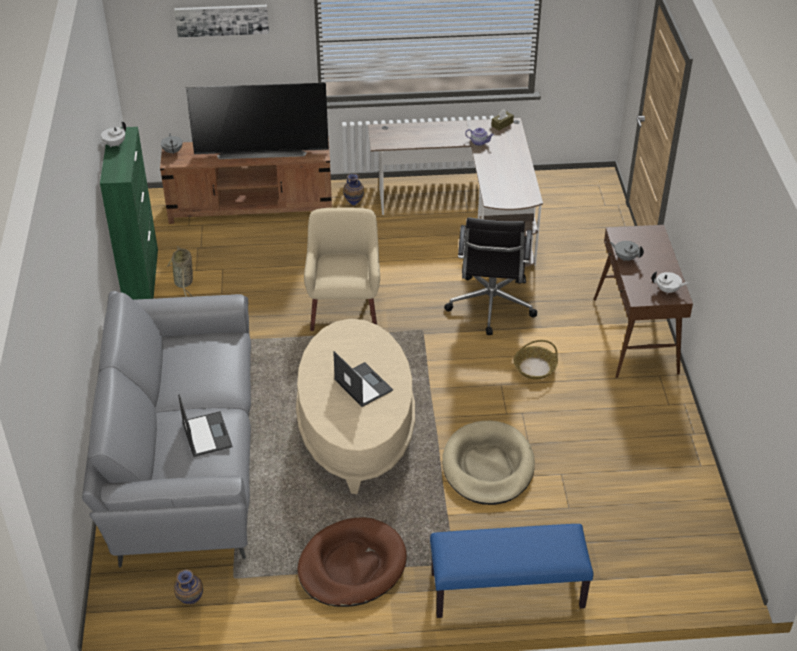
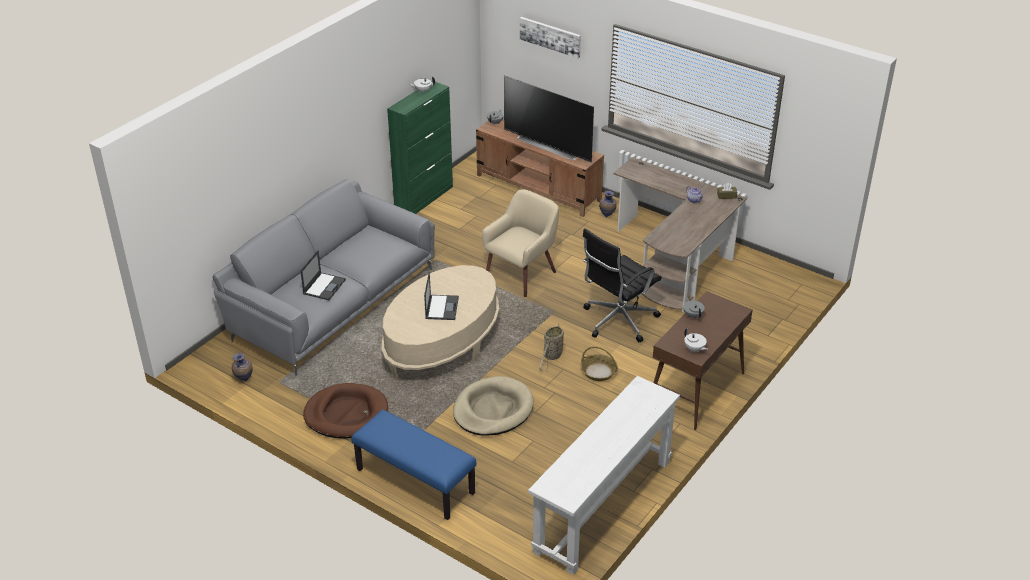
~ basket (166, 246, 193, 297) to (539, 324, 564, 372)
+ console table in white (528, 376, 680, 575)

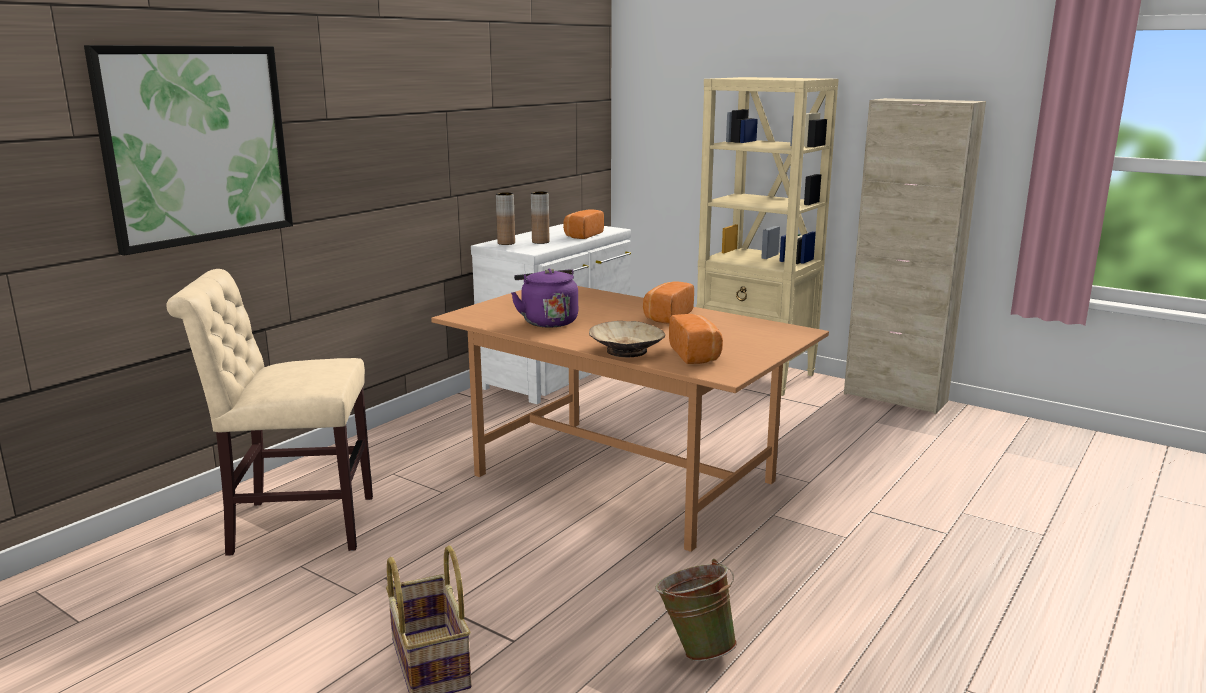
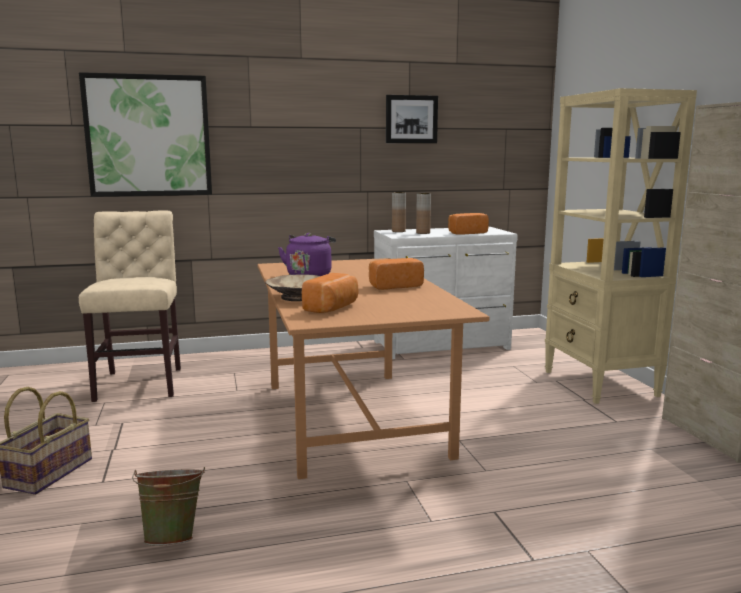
~ chair in beige (167, 269, 373, 556) = (79, 211, 181, 402) 45 degrees clockwise
+ picture (386, 95, 438, 143)

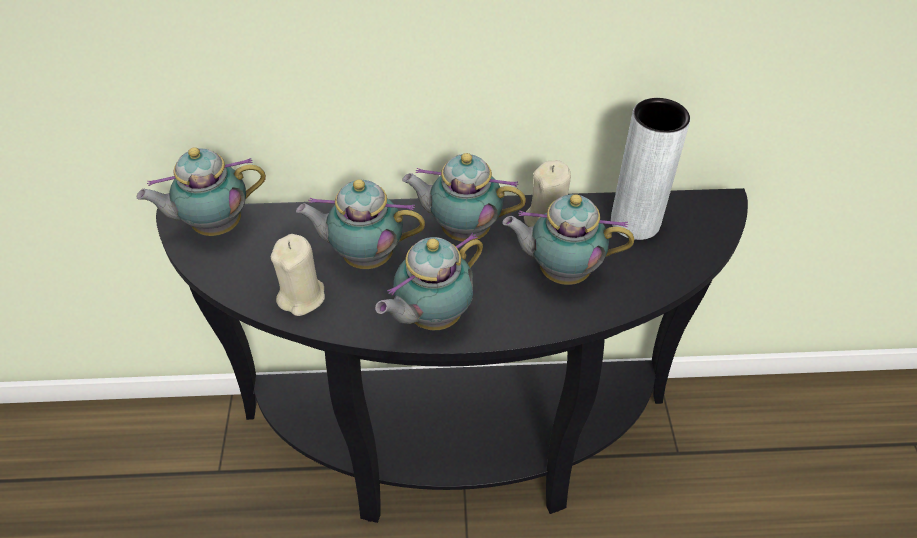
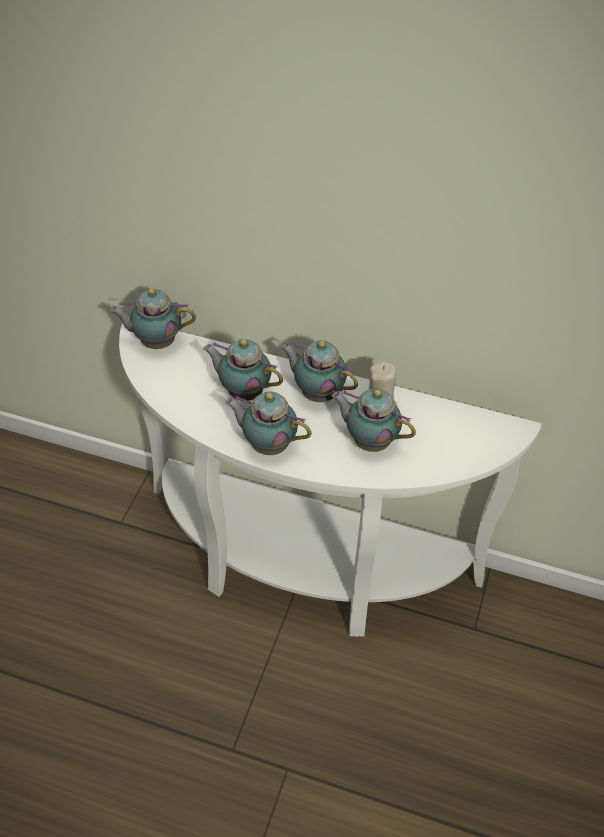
- vase in grey (611, 98, 690, 240)
~ console table in black (156, 188, 748, 523) to console table in white (119, 323, 542, 637)
~ teapot (375, 233, 483, 330) = (225, 392, 312, 455) 45 degrees clockwise
- candle in beige (271, 234, 325, 316)

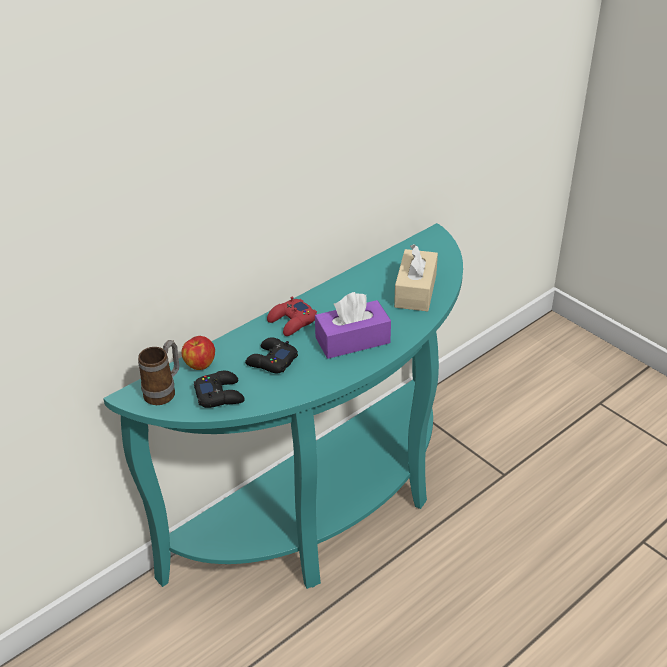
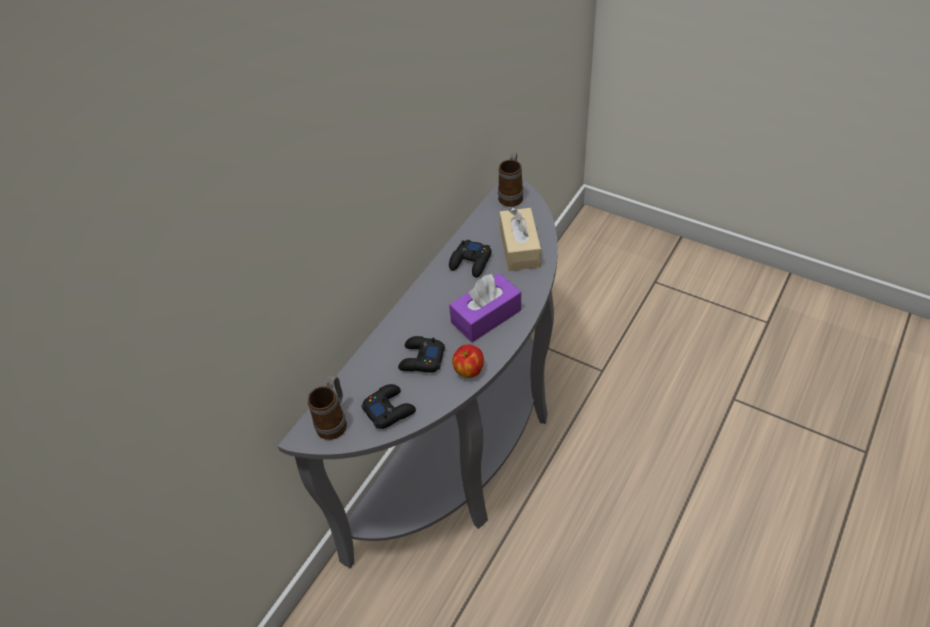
~ console table in turquoise (103, 223, 463, 589) to console table in grey (278, 179, 558, 568)
- game controller in red (267, 296, 317, 336)
~ apple (181, 336, 215, 370) to (452, 344, 484, 378)
+ mug (498, 152, 523, 207)
+ game controller in black (449, 239, 492, 278)

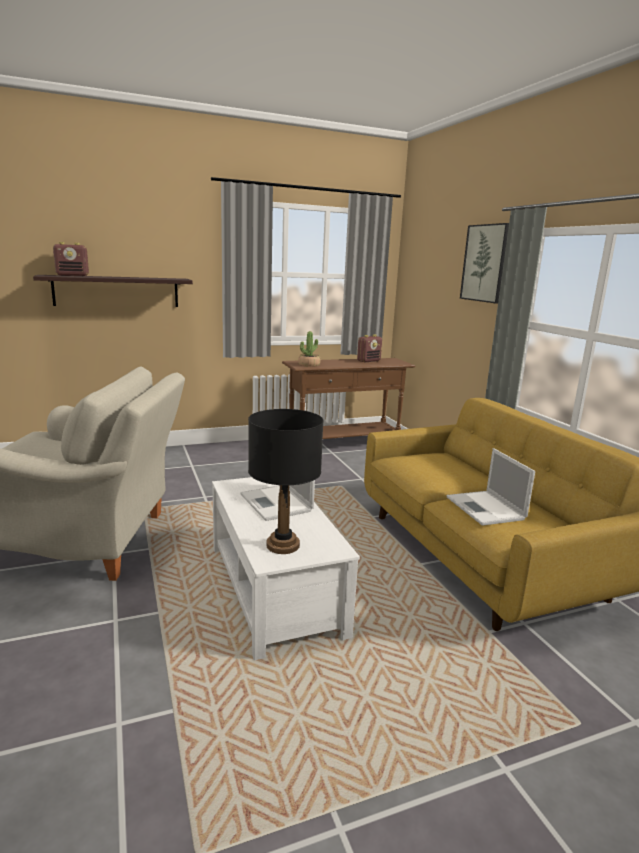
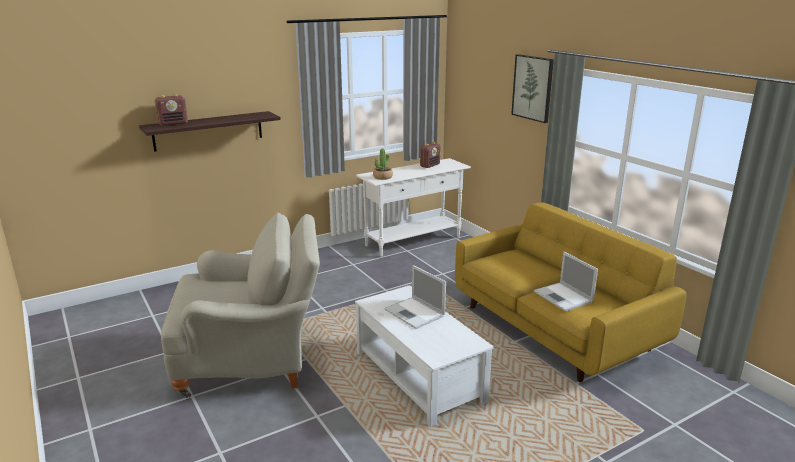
~ console table in brown (282, 358, 415, 439) to console table in white (356, 158, 471, 257)
- table lamp in black (248, 409, 324, 554)

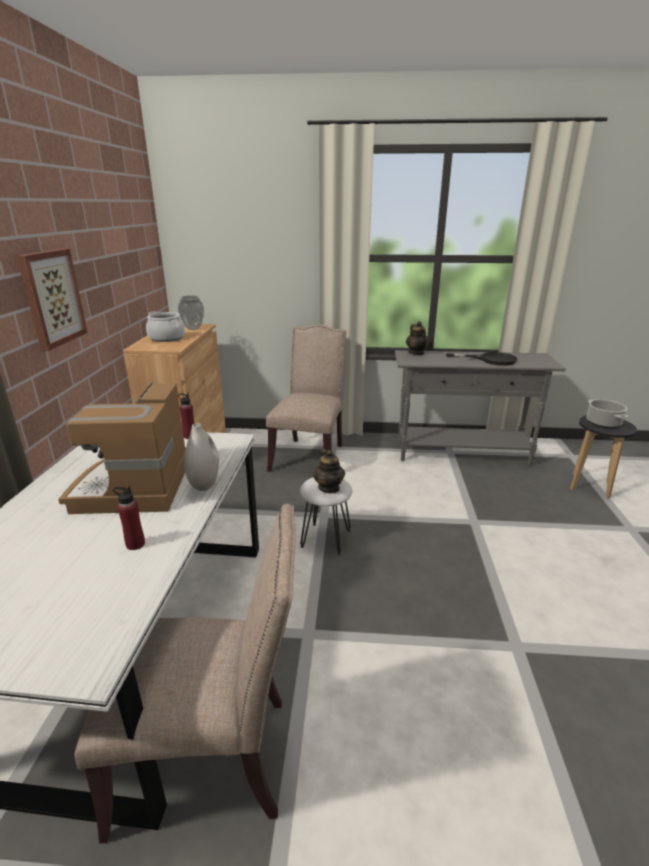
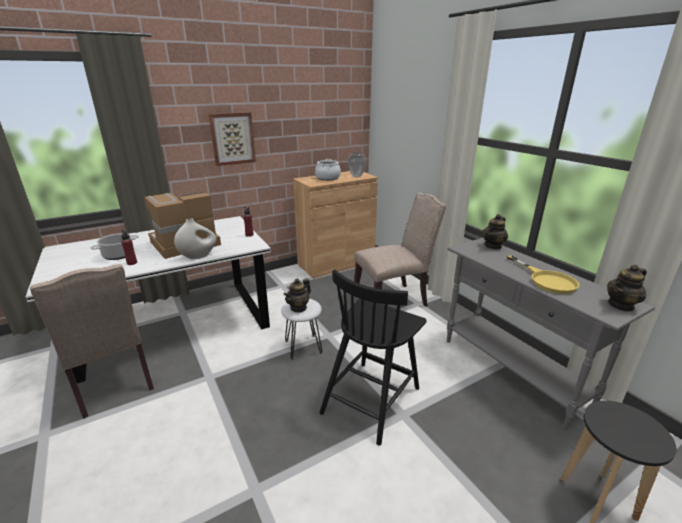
~ frying pan in black (446, 352, 518, 366) to frying pan in yellow (507, 255, 580, 294)
~ cooking pot (587, 399, 628, 428) to (91, 233, 139, 260)
+ teapot (607, 265, 647, 312)
+ chair in black (319, 270, 427, 445)

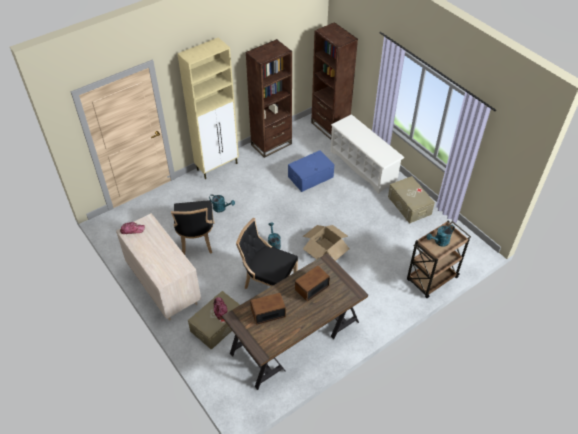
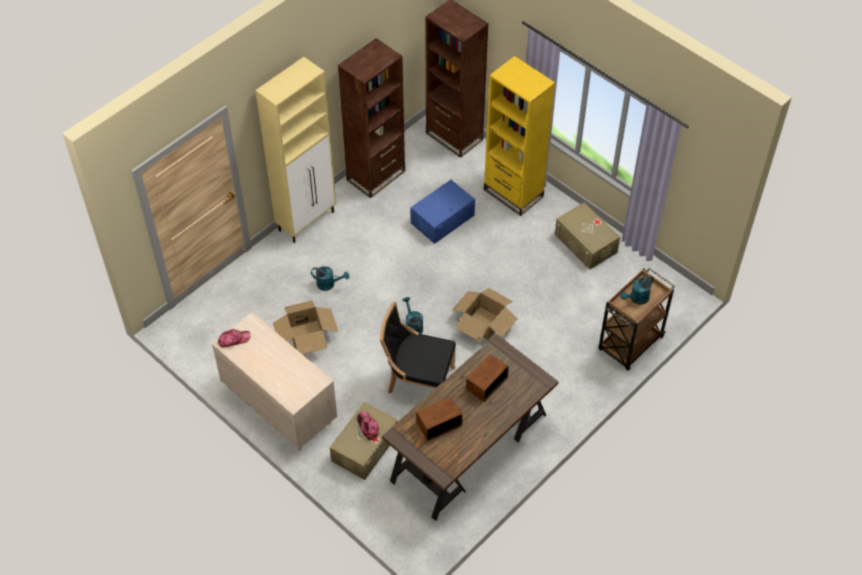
~ shoe rack in white (330, 114, 404, 194) to bookcase in yellow (484, 56, 555, 216)
~ chair in black (171, 200, 215, 255) to cardboard box (273, 301, 339, 354)

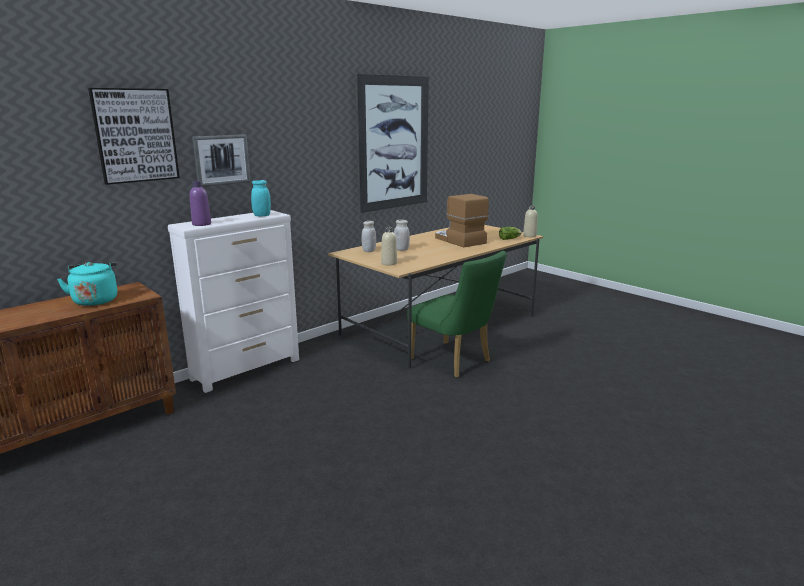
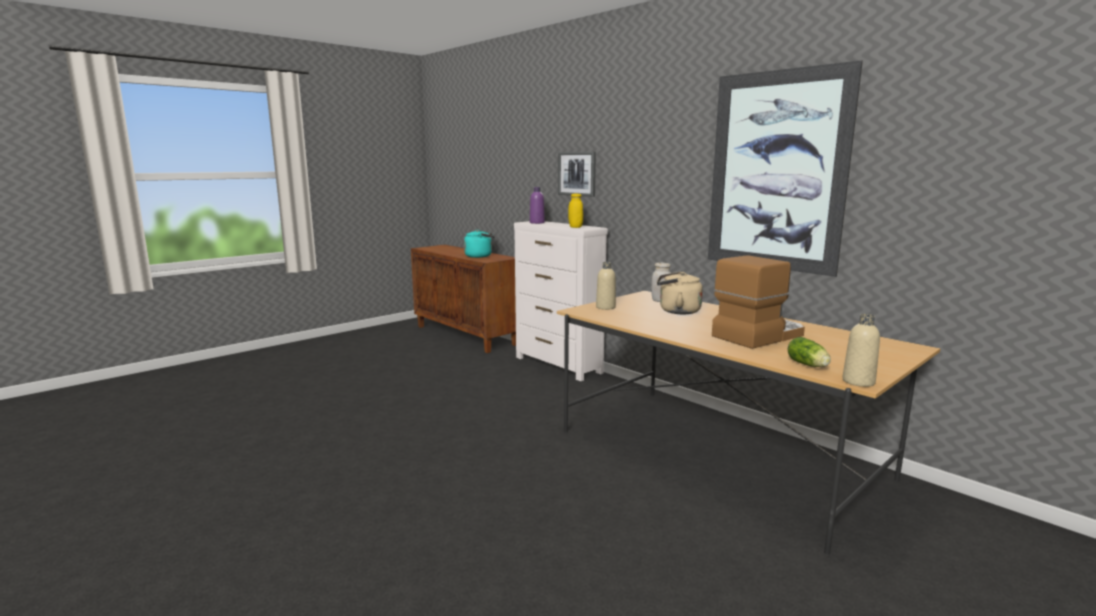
- picture (88, 88, 180, 185)
~ jar in turquoise (251, 180, 271, 216) to jar in yellow (568, 194, 583, 228)
~ jar in white (394, 220, 410, 251) to kettle in beige (657, 271, 703, 314)
- chair in green (407, 251, 506, 378)

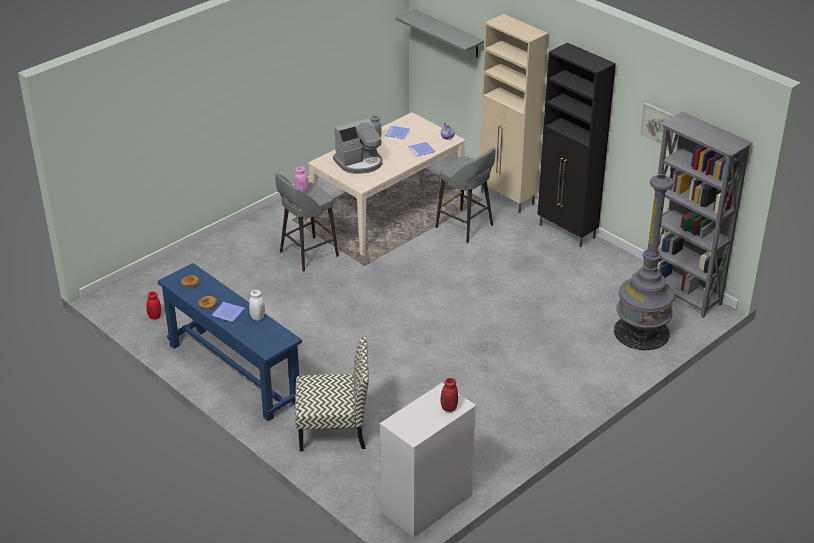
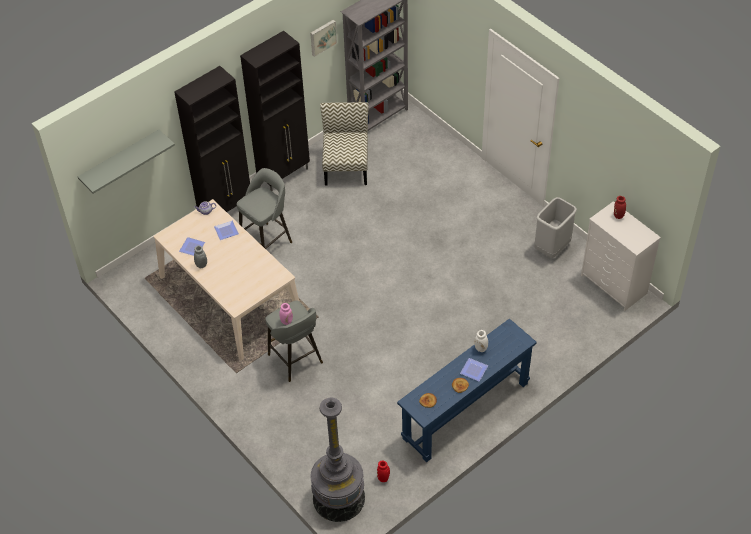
~ cabinet in beige (480, 14, 548, 213) to cabinet in black (174, 66, 250, 212)
- coffee machine (333, 119, 382, 174)
~ floor lamp in grey (614, 174, 675, 350) to (310, 397, 365, 522)
~ chair (295, 336, 369, 451) to (320, 102, 368, 186)
+ trash can in grey (534, 197, 577, 258)

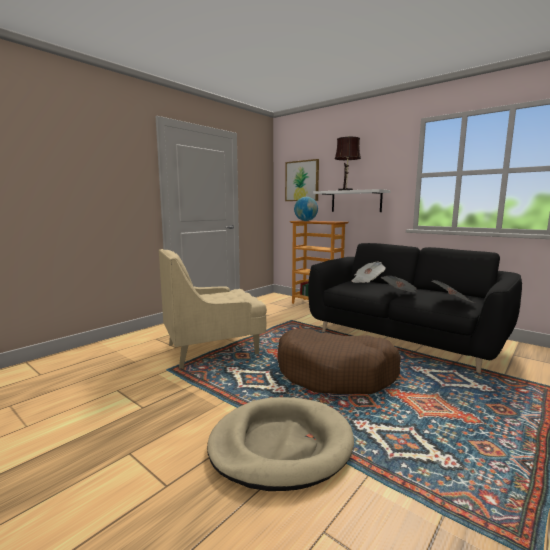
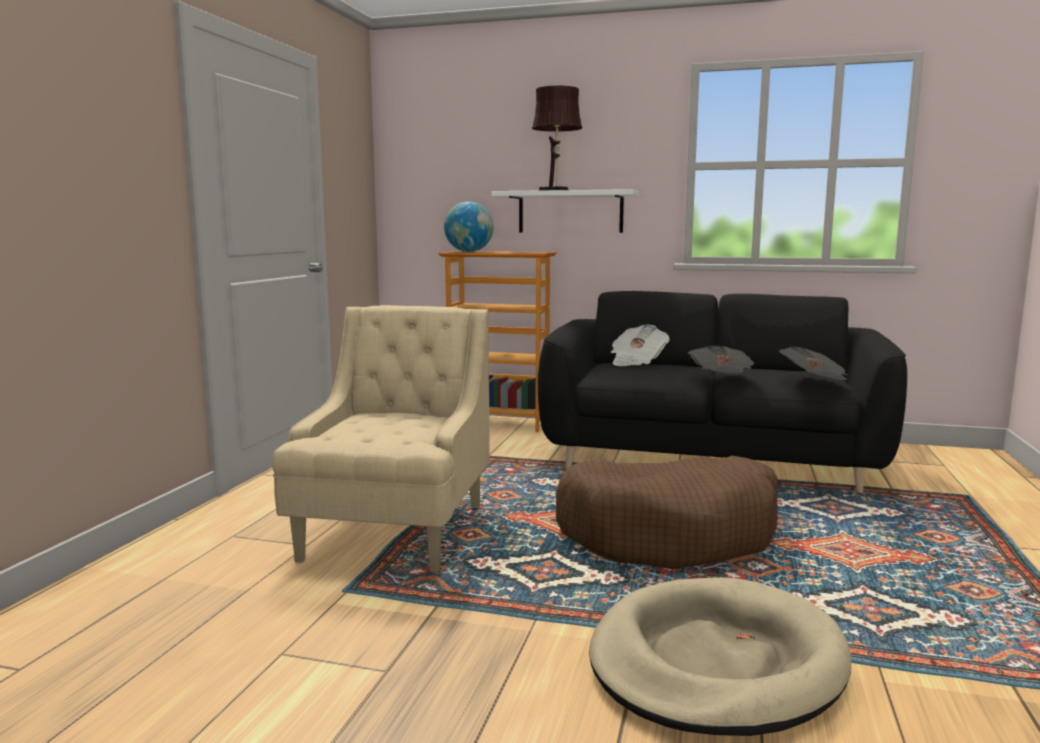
- picture (285, 159, 319, 201)
~ armchair in beige (159, 249, 267, 369) = (272, 305, 490, 572) 150 degrees clockwise

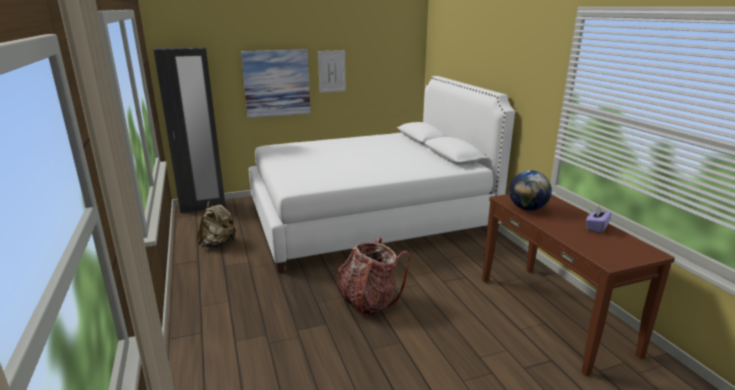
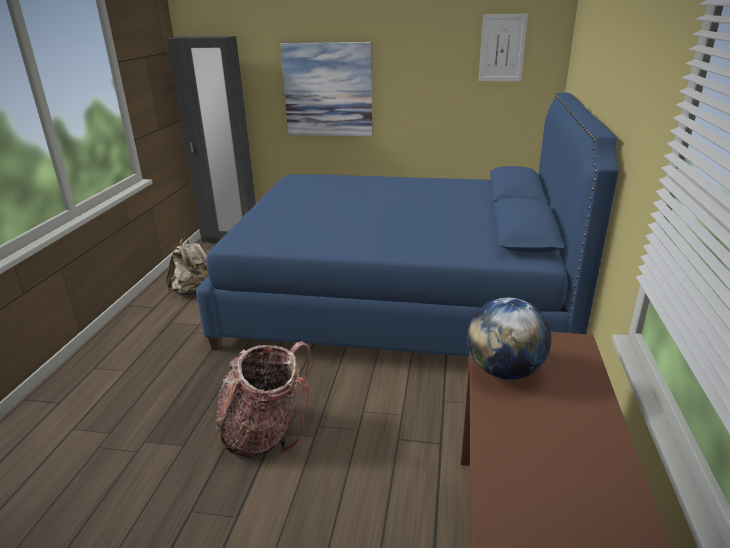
~ picture (318, 50, 346, 93) to (479, 14, 528, 81)
~ bed in white (249, 76, 515, 273) to bed in blue (196, 93, 619, 357)
- tissue box in purple (586, 206, 612, 233)

